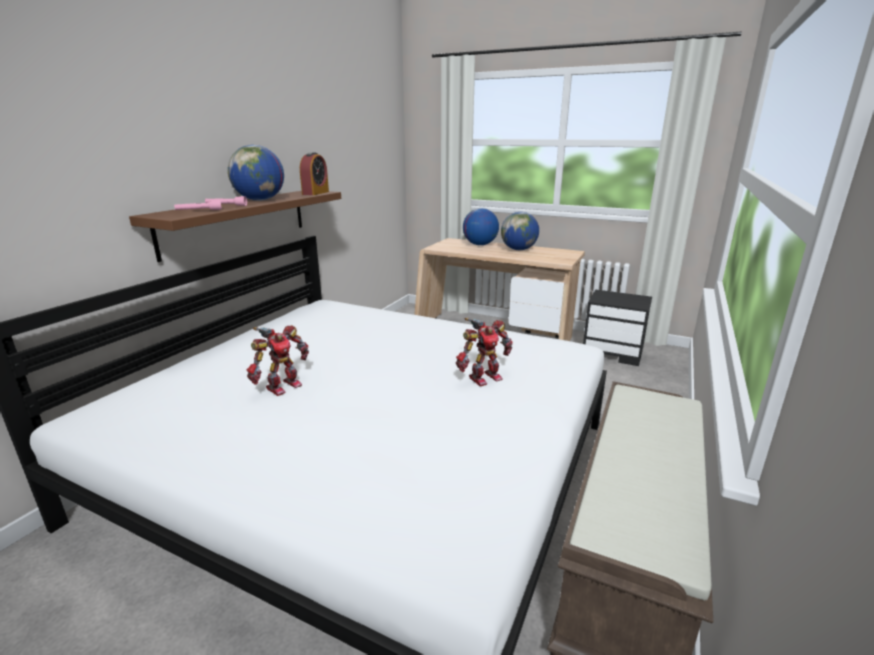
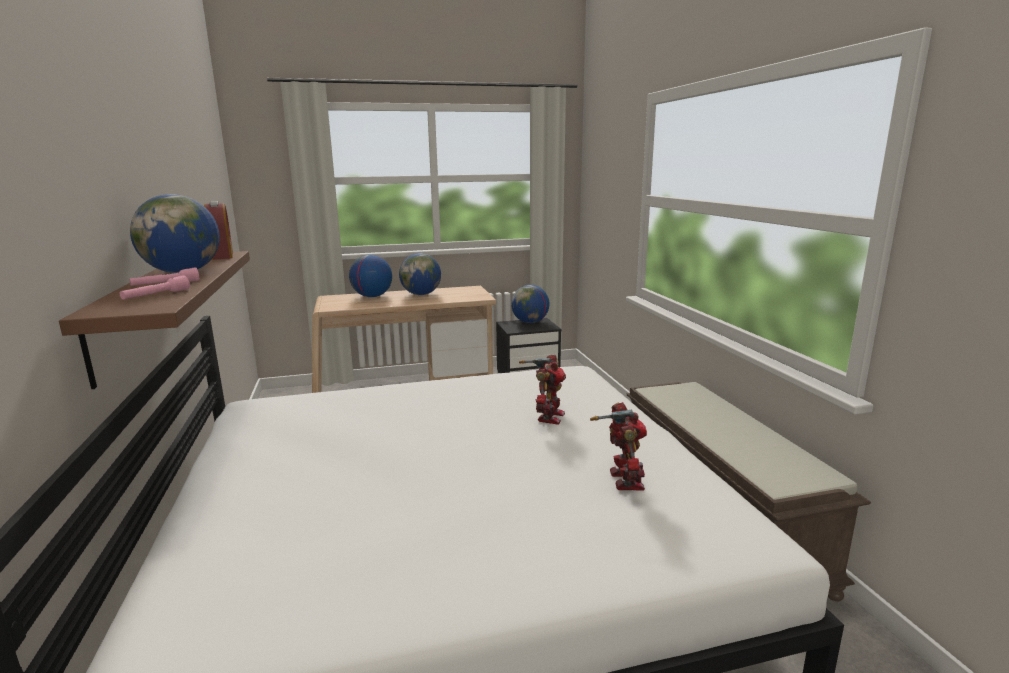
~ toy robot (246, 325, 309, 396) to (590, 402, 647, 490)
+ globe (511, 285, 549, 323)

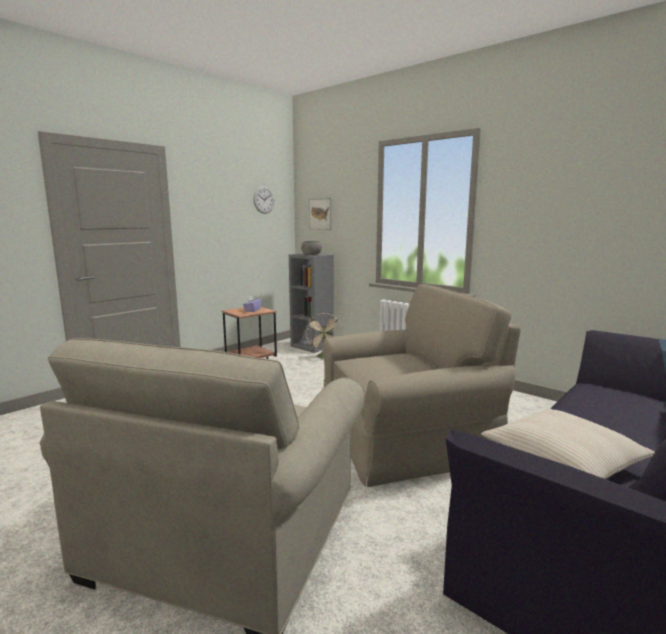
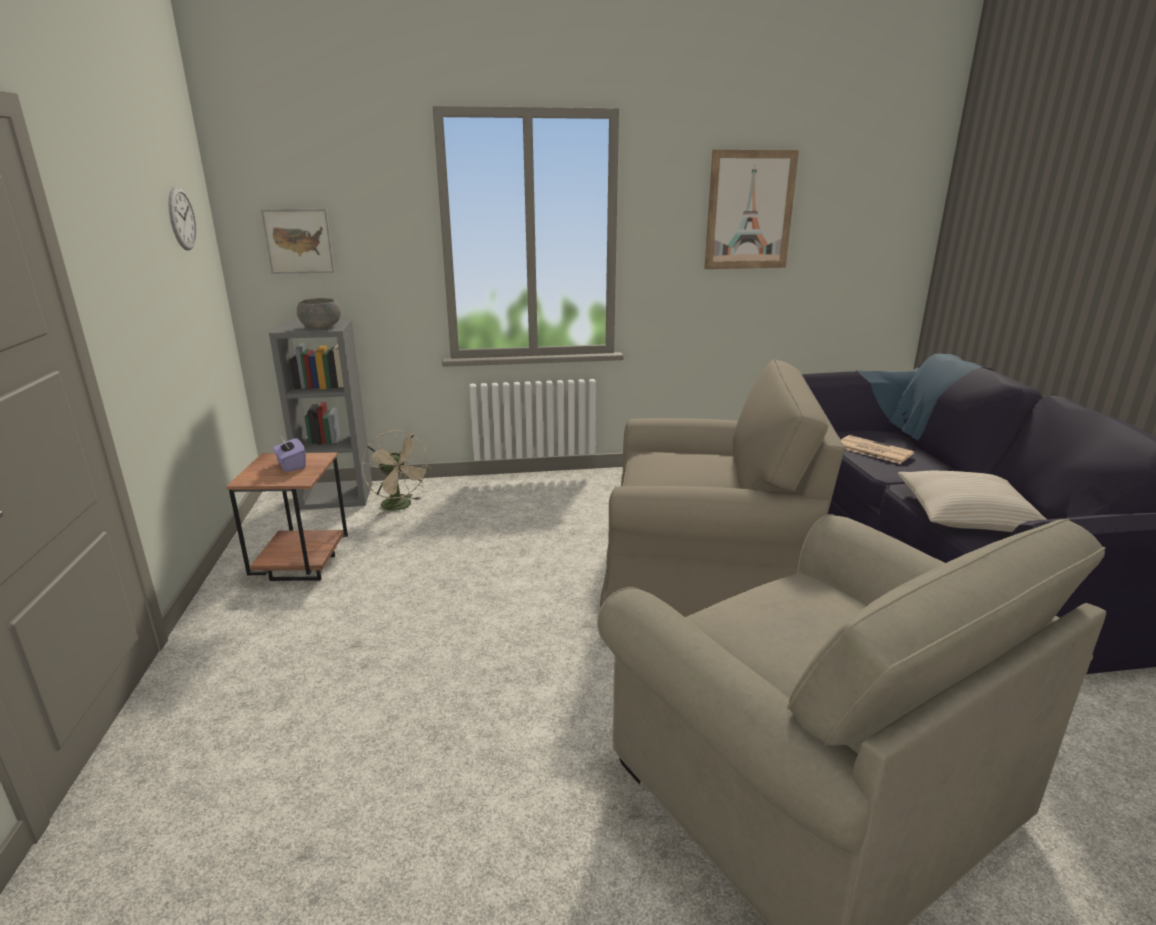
~ armchair in beige (323, 284, 521, 487) = (600, 359, 845, 617) 75 degrees clockwise
+ picture (704, 150, 799, 269)
+ newspaper (841, 435, 914, 464)

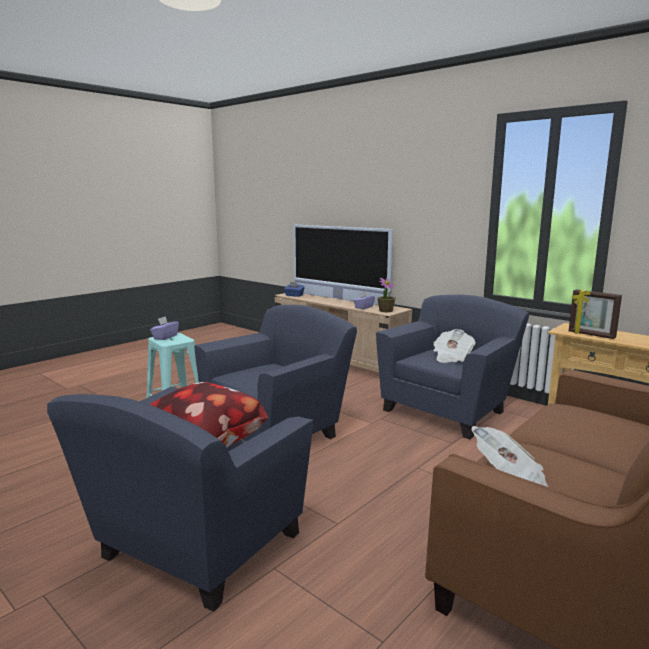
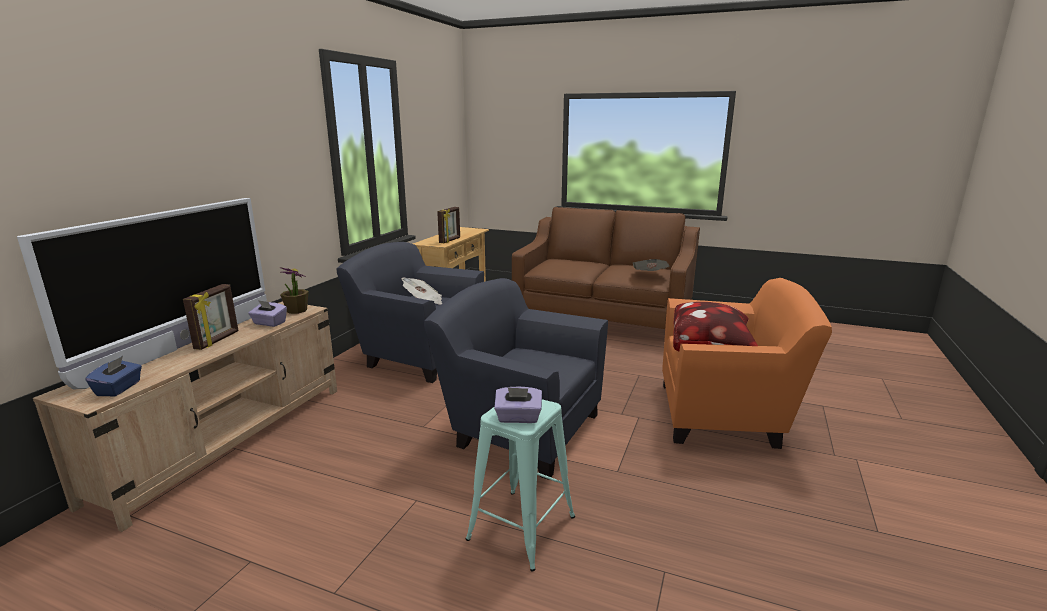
~ armchair in blue (47, 387, 313, 612) to armchair in orange (662, 278, 832, 449)
+ picture frame (183, 284, 239, 350)

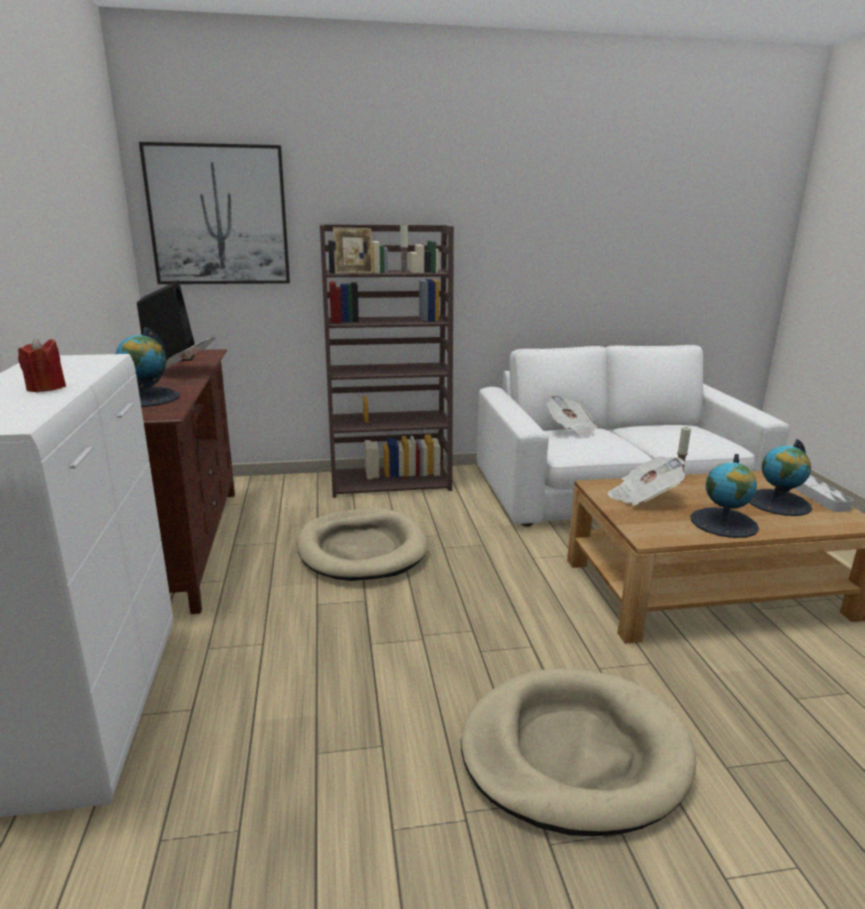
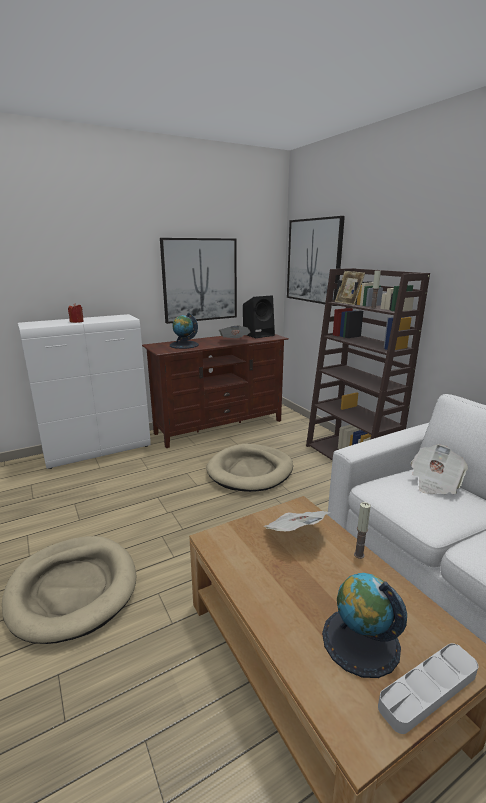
- globe (691, 454, 759, 538)
+ picture (160, 238, 237, 324)

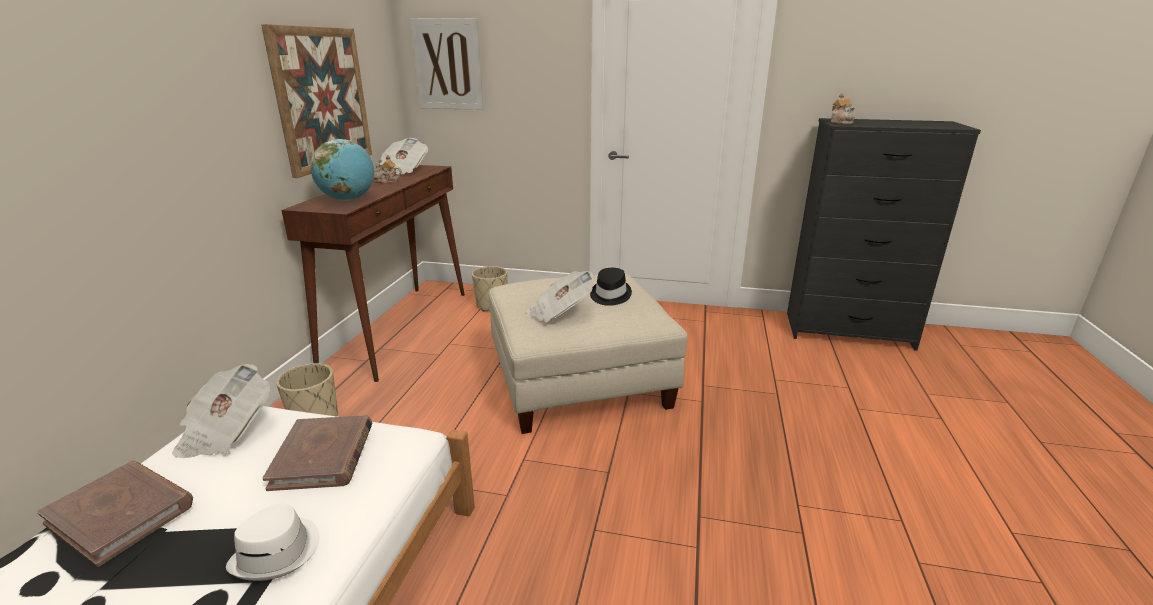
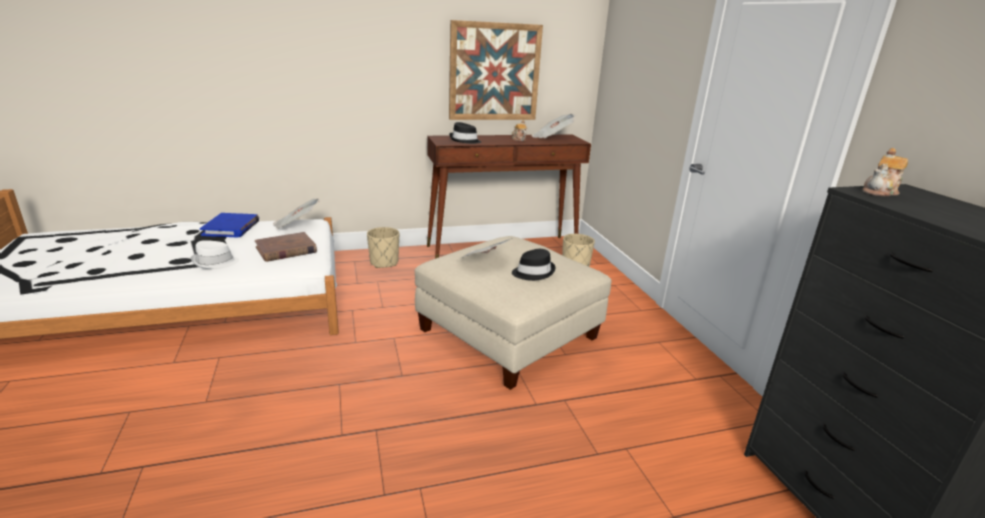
- picture (410, 18, 483, 110)
~ globe (310, 139, 374, 201) to hat in black (449, 122, 481, 144)
~ book in brown (37, 460, 193, 567) to book in blue (200, 213, 259, 238)

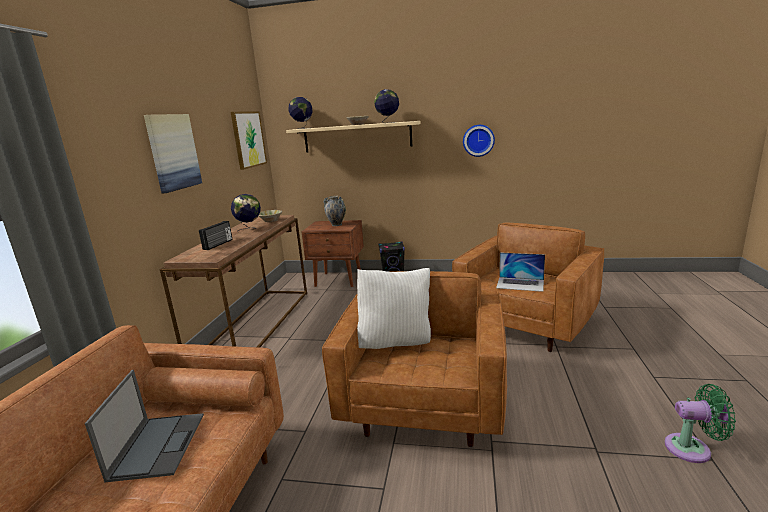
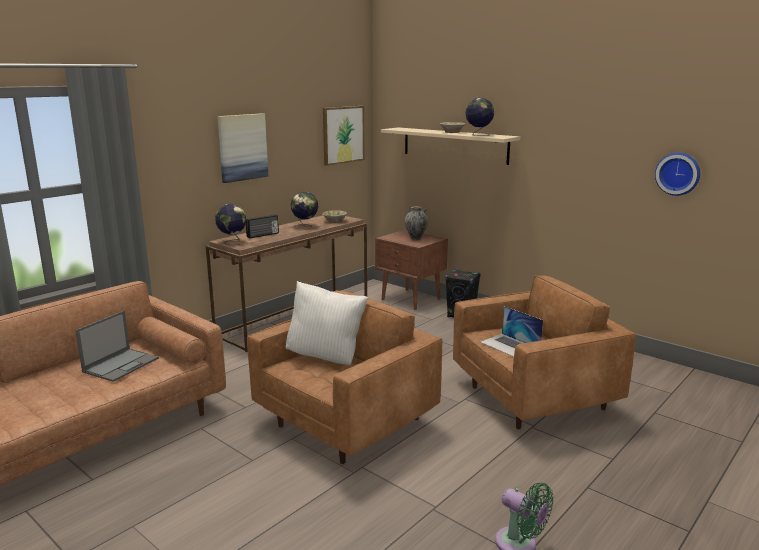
~ globe (288, 97, 313, 129) to (215, 204, 246, 245)
~ wall clock (463, 125, 495, 157) to (655, 152, 700, 196)

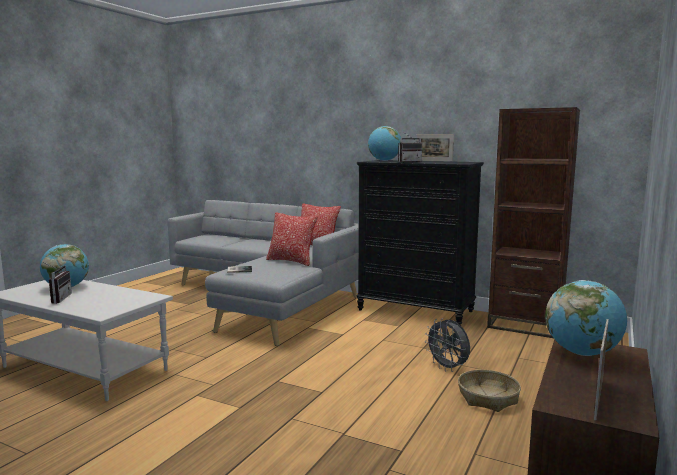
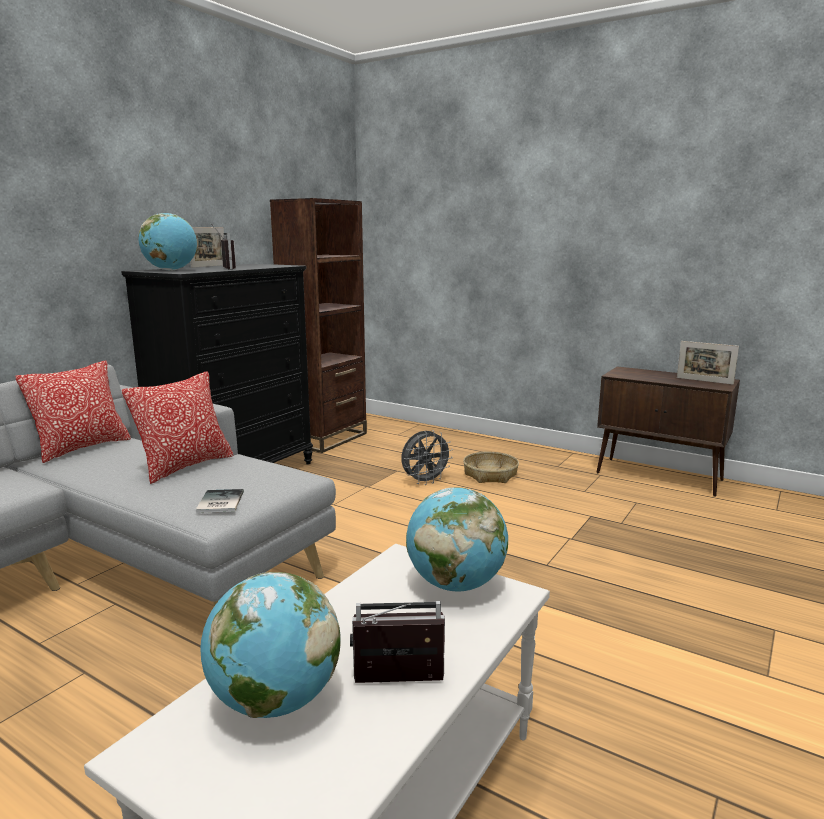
~ globe (545, 280, 627, 356) to (406, 487, 508, 591)

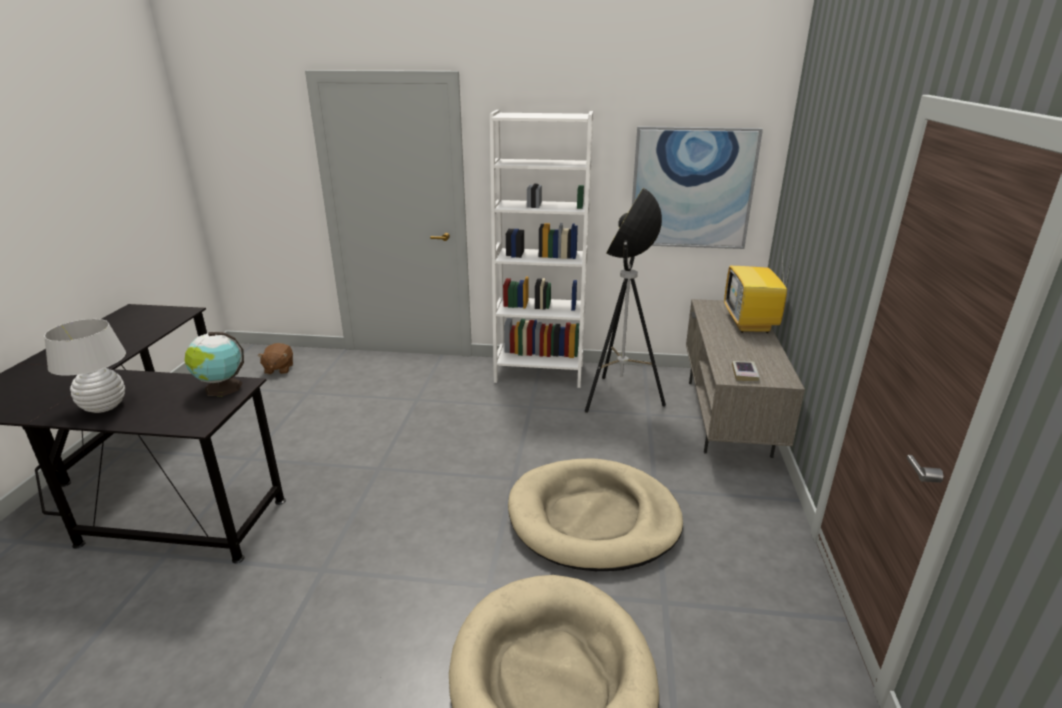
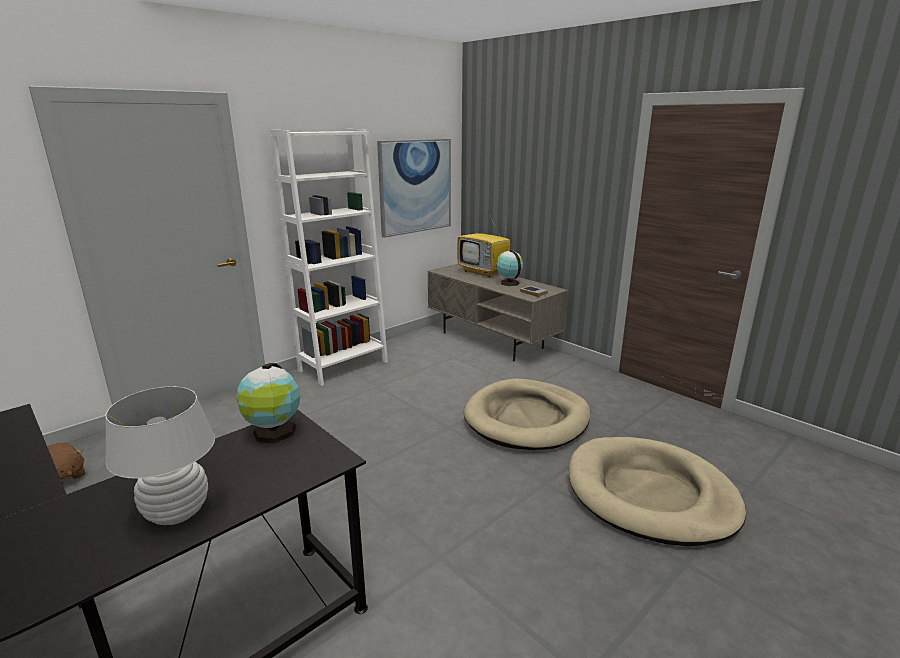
- floor lamp (585, 188, 666, 413)
+ globe (496, 250, 523, 286)

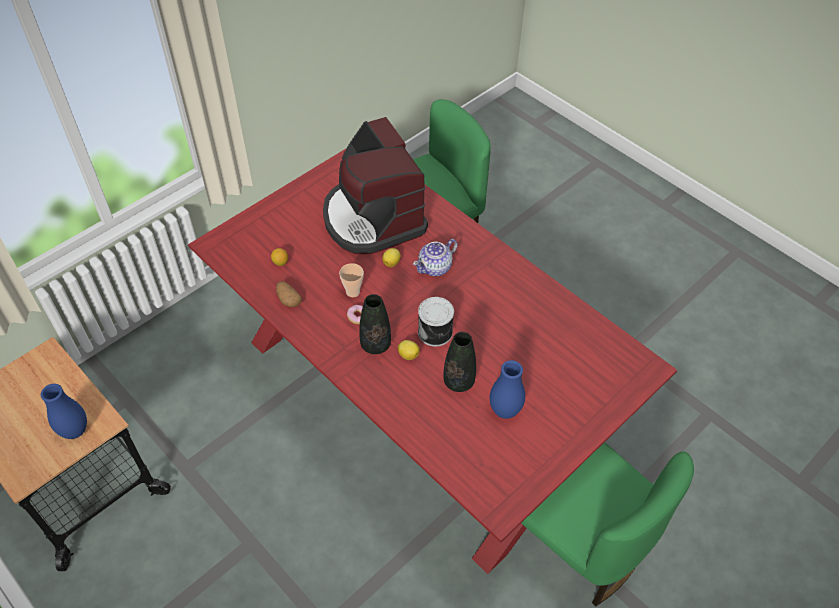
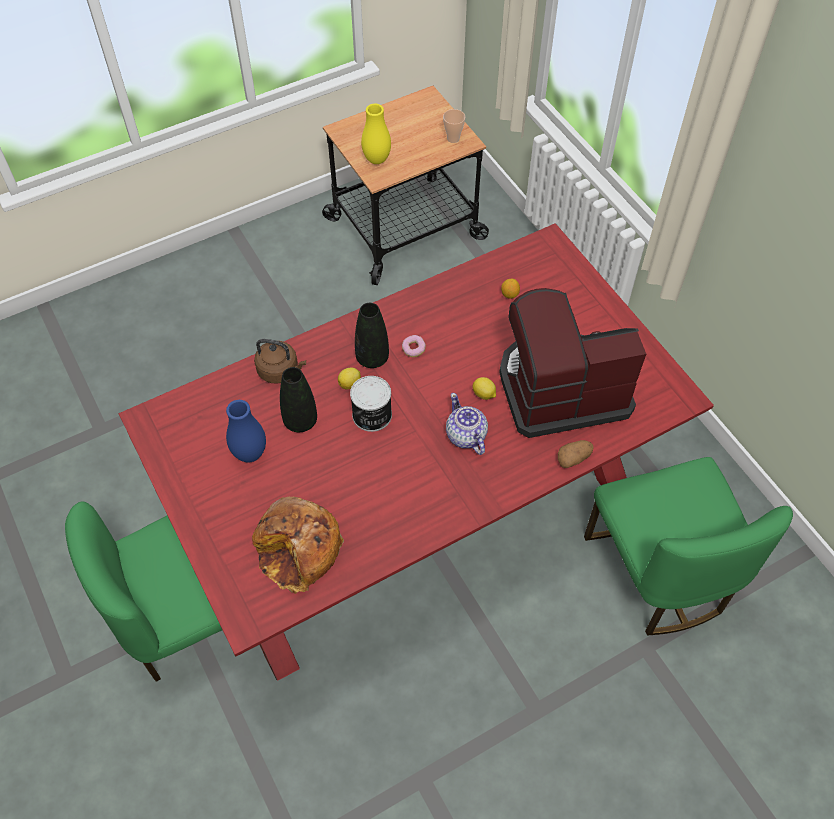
~ cup (339, 263, 364, 297) to (443, 109, 465, 143)
~ potato (276, 281, 302, 307) to (558, 440, 594, 468)
~ vase in blue (41, 384, 87, 439) to vase in yellow (361, 103, 391, 164)
+ kettle in brown (254, 339, 306, 383)
+ bread (252, 497, 344, 594)

